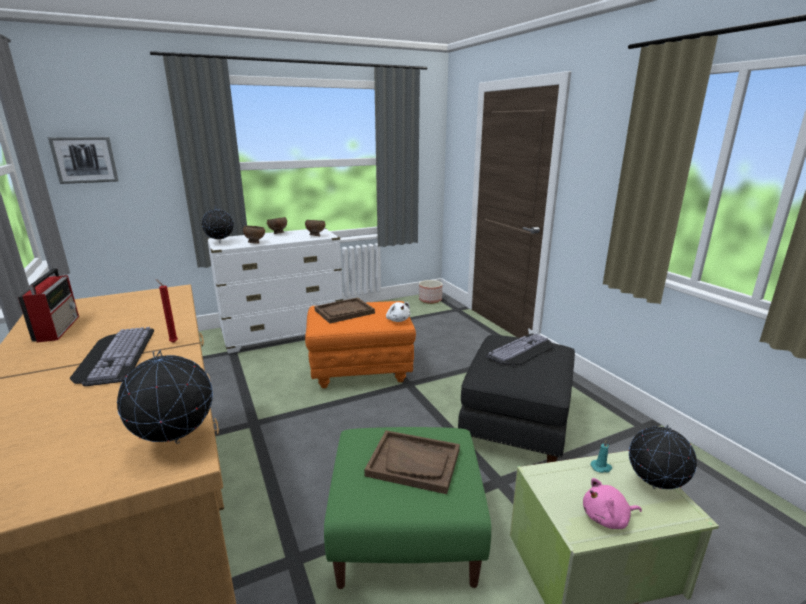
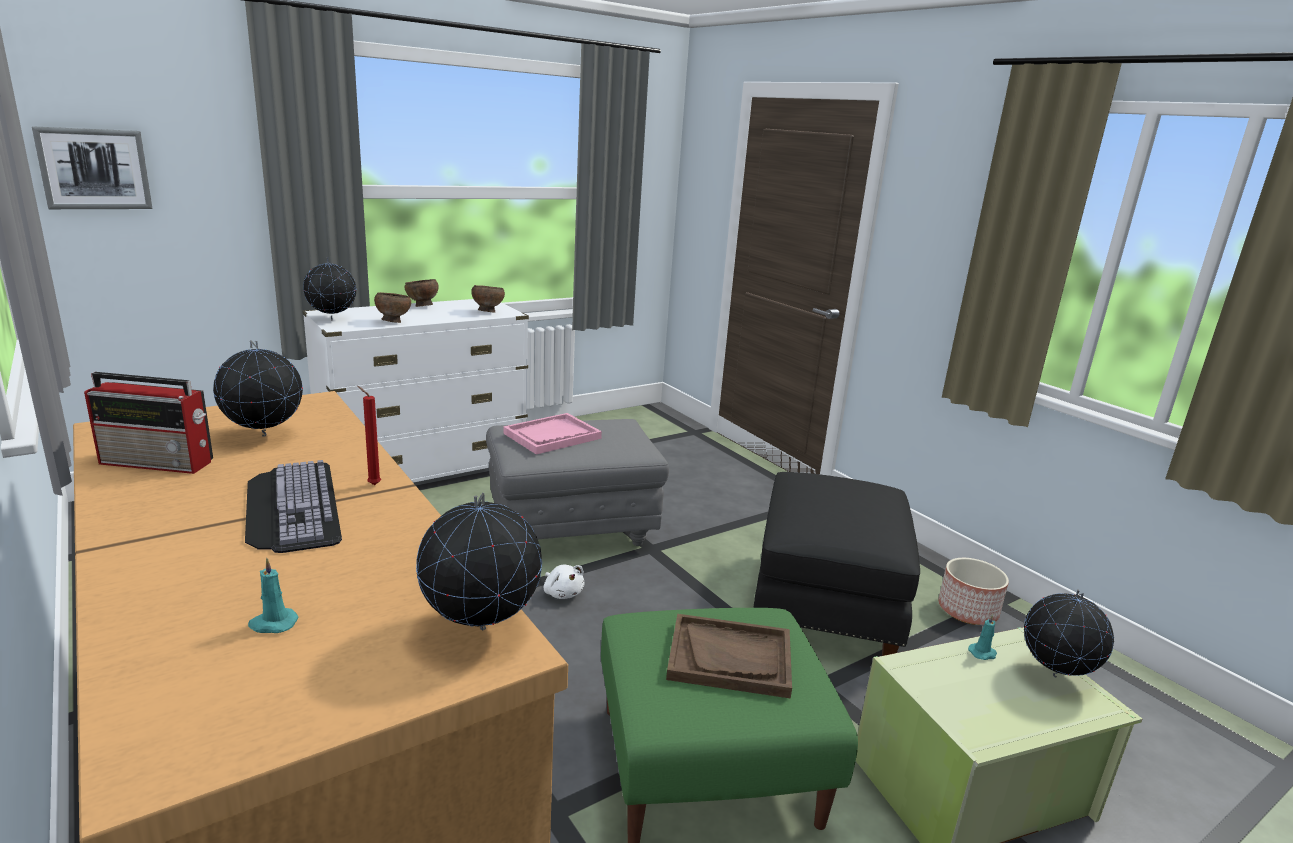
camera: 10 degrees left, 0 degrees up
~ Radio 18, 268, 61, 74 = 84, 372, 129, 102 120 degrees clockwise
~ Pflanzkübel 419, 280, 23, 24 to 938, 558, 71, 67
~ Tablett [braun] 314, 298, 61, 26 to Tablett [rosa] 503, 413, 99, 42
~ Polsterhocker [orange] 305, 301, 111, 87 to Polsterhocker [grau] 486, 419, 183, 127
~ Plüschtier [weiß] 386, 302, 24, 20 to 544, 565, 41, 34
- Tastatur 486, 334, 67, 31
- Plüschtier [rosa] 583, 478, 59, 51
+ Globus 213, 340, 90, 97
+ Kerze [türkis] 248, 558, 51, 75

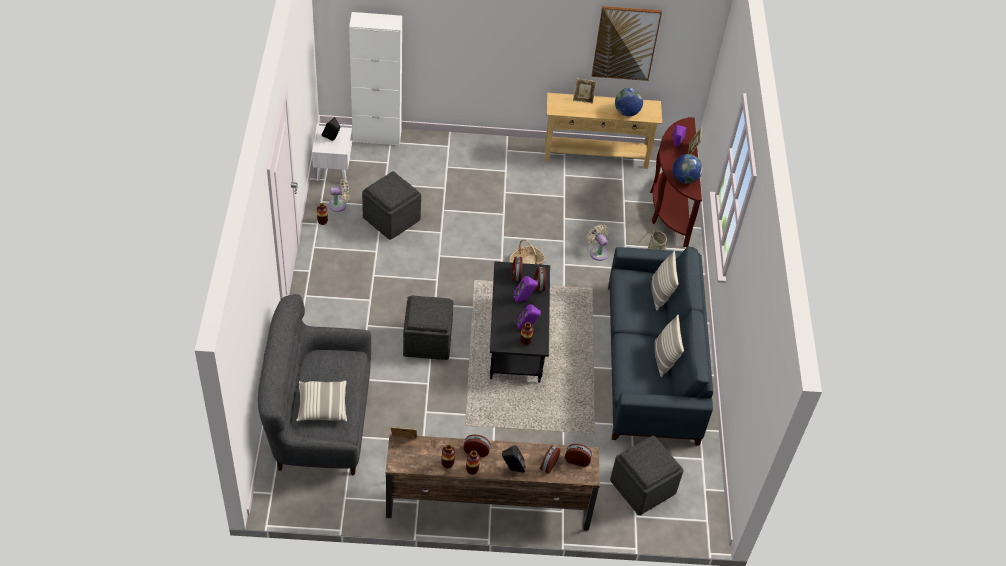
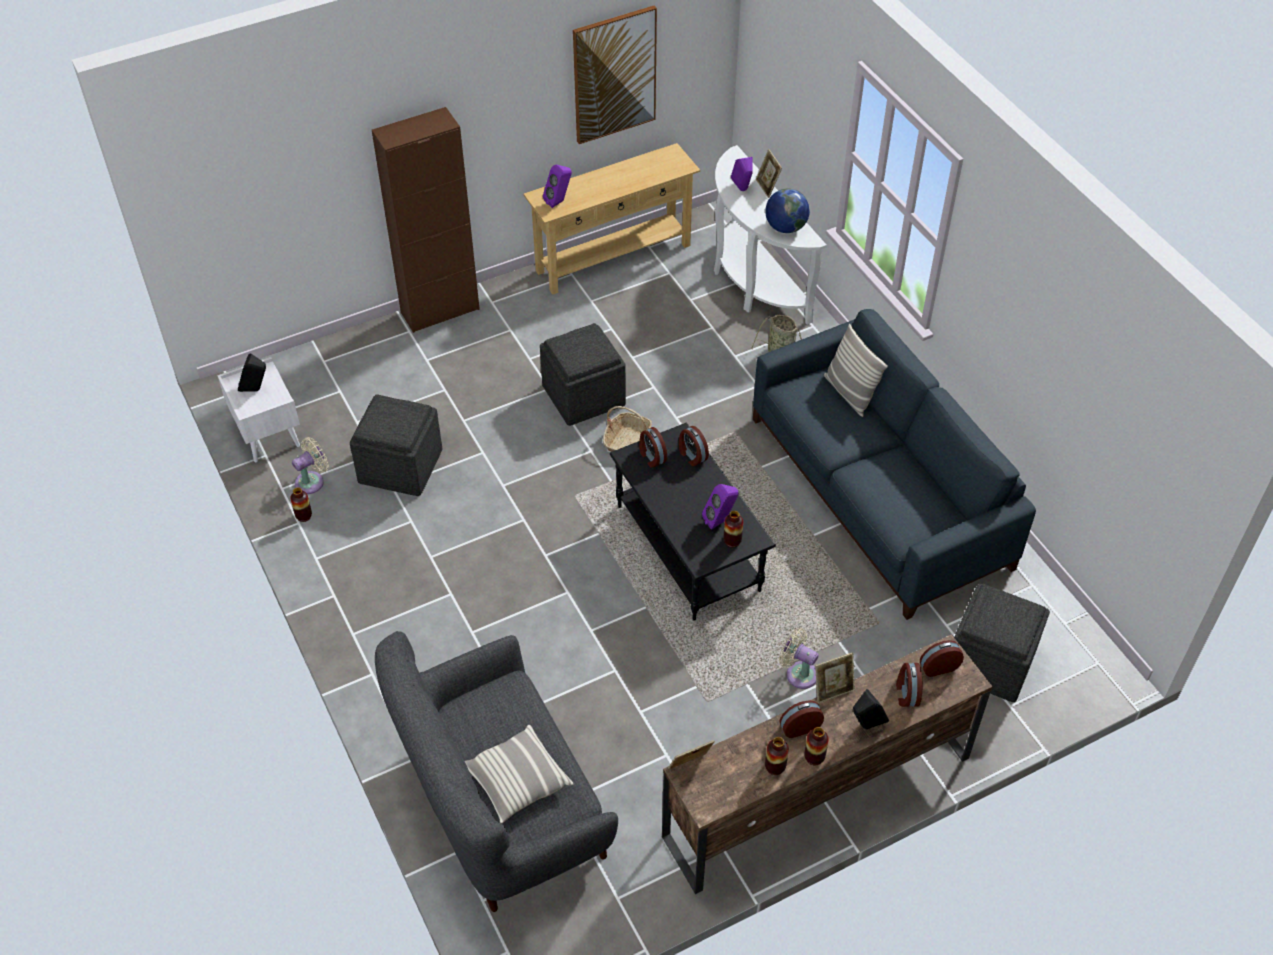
camera: 25 degrees left, 0 degrees up
- Schrank [weiß] 349, 12, 53, 134
~ Bilderrahmen 573, 78, 24, 26 to 815, 653, 40, 50
- Globus 615, 88, 28, 28
~ Konsolentisch [braun] 650, 117, 52, 130 to Konsolentisch [weiß] 714, 145, 113, 180
~ Ventilator [beige] 586, 224, 23, 37 to 779, 628, 40, 61
~ Lautsprecher [lila] 514, 276, 23, 26 to 543, 165, 29, 43
~ Polsterhocker [grau] 403, 295, 50, 65 to 540, 323, 86, 103
- Kissen 655, 315, 29, 62
+ Schrank [braun] 372, 107, 108, 226

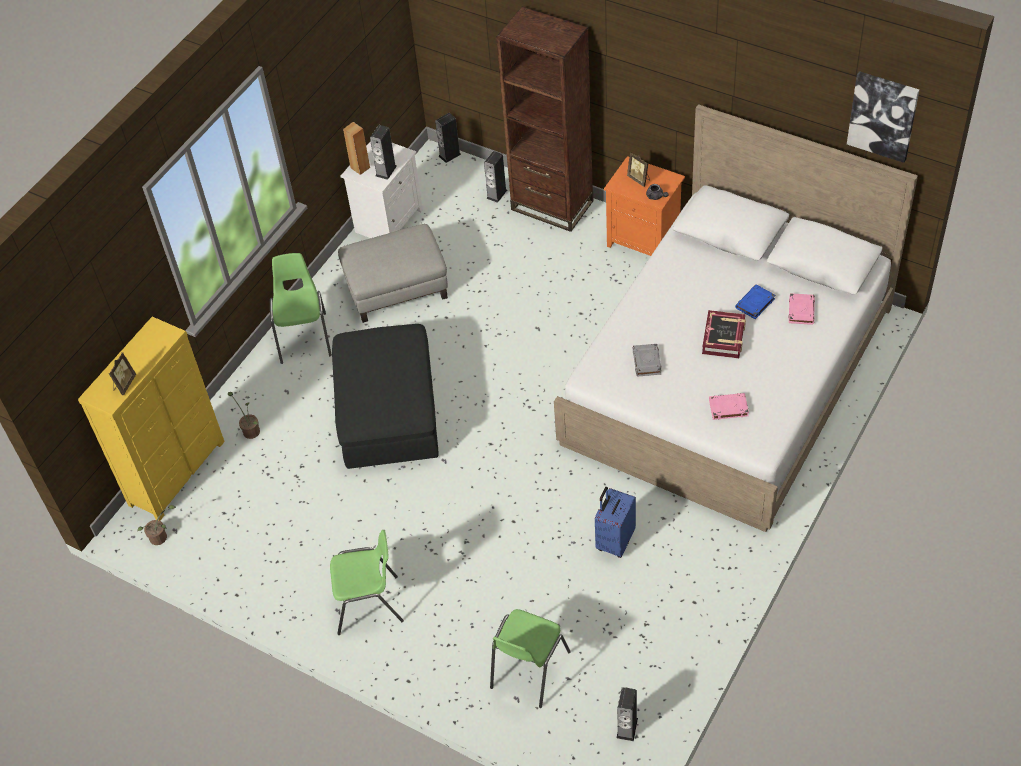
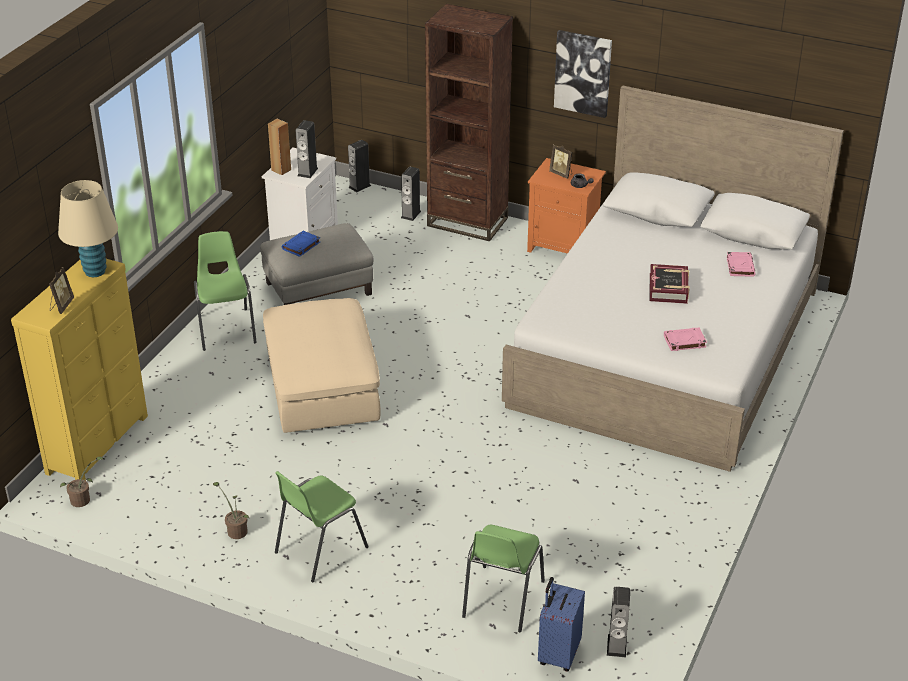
camera: 10 degrees left, 15 degrees down
~ Bild 847, 71, 72, 92 to 554, 30, 58, 88
~ Buch [blau] 735, 284, 40, 35 to 282, 231, 38, 26
~ Polsterhocker [schwarz] 332, 324, 107, 145 to Polsterhocker [beige] 263, 298, 118, 135
- Buch [grau] 632, 344, 30, 32
~ Topfpflanze 228, 392, 32, 47 to 213, 482, 36, 57
~ Koffer [blau] 595, 487, 41, 71 to 538, 577, 47, 94
~ Stuhl [grün] 330, 530, 74, 105 = 275, 471, 93, 111 150 degrees clockwise
+ Tischlampe [beige] 58, 180, 60, 97

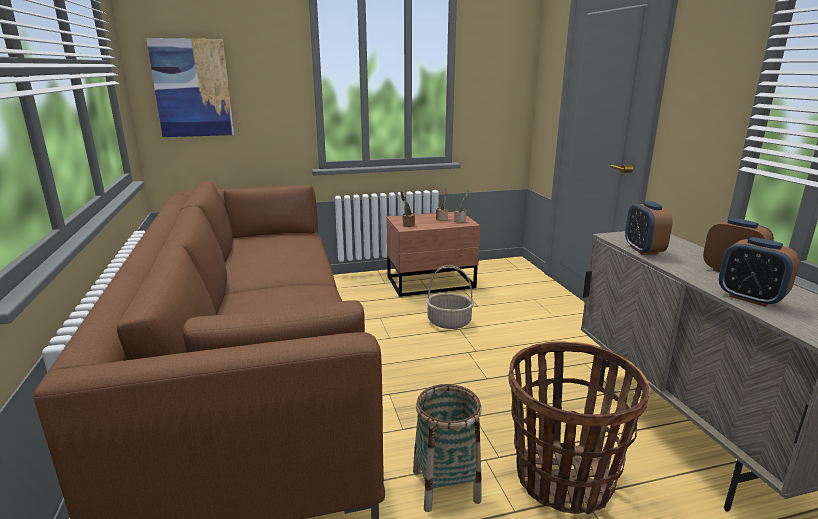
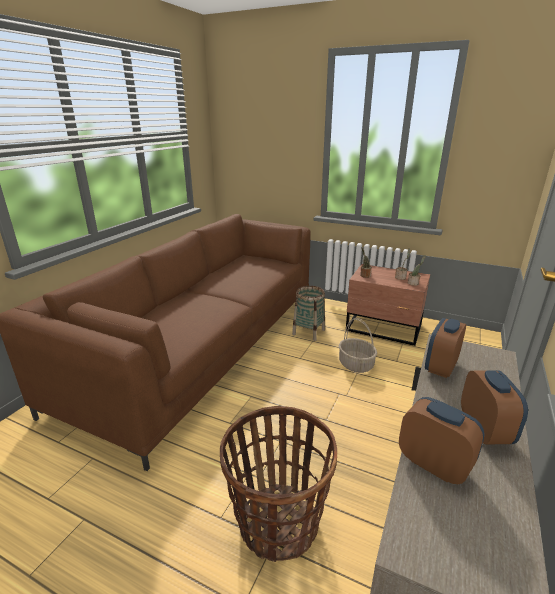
camera: 40 degrees right, 5 degrees up
- Bild 146, 38, 88, 99
~ Wecker 719, 237, 80, 70 = 399, 397, 85, 87 135 degrees clockwise
~ Korb 413, 384, 69, 128 to 292, 286, 33, 55

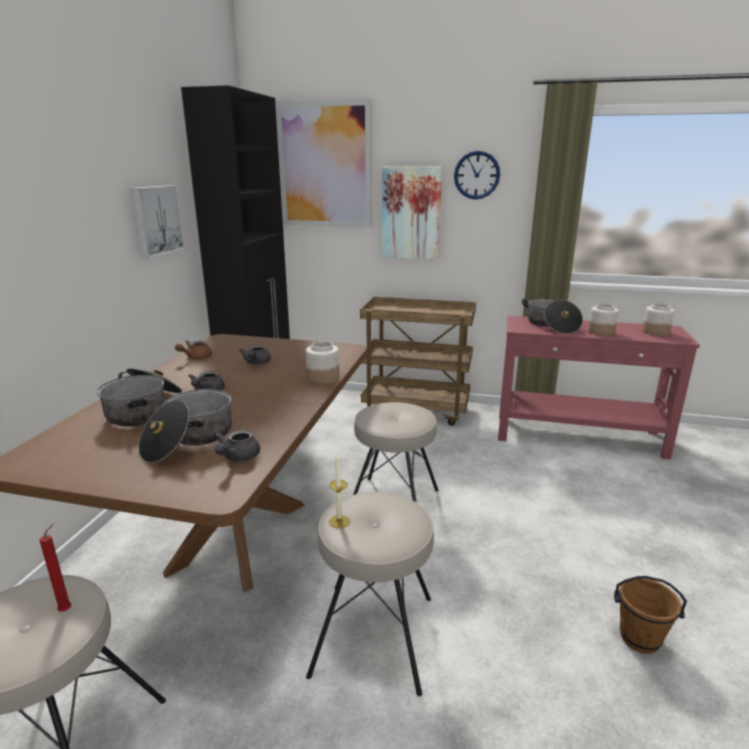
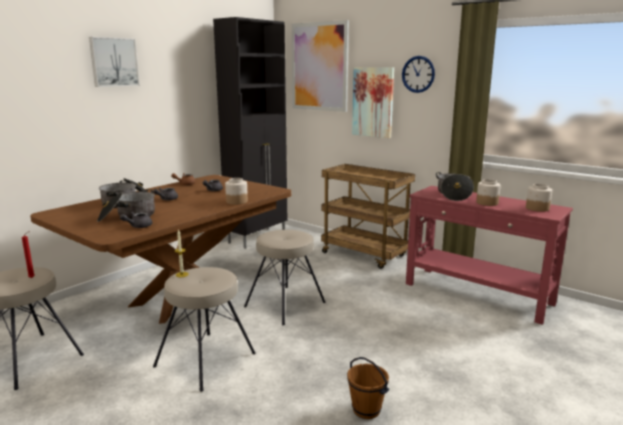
camera: 25 degrees right, 5 degrees down
~ Bild 130, 185, 56, 74 to 89, 37, 51, 50

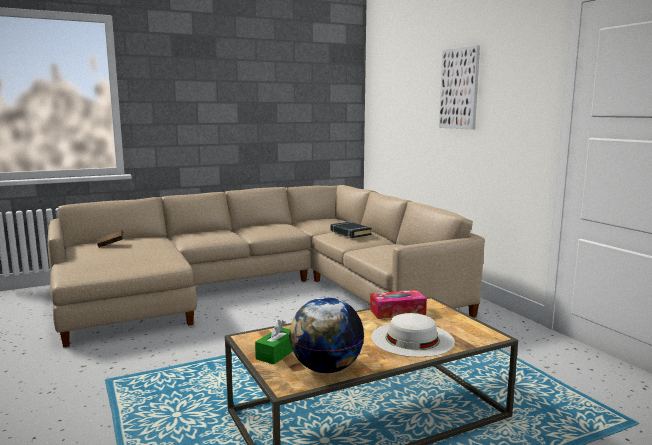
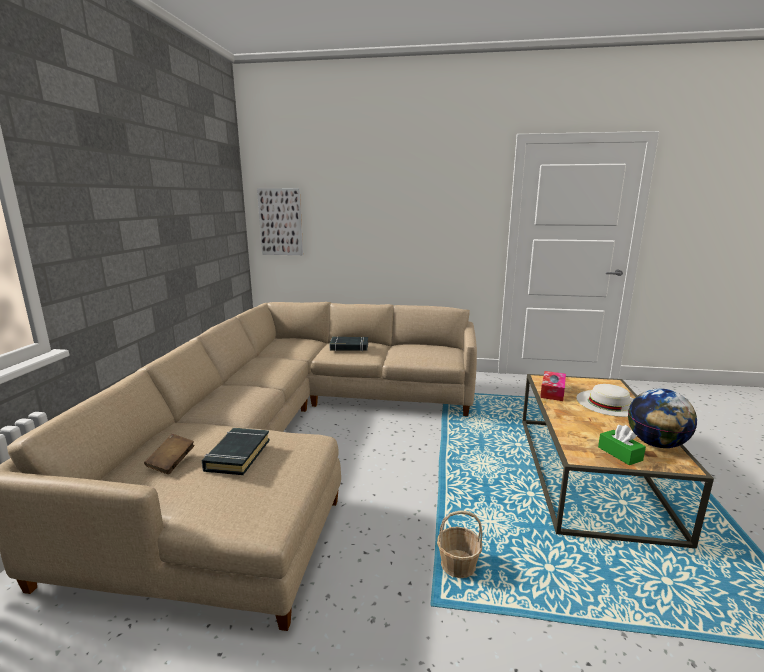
camera: 55 degrees left, 5 degrees up
~ Bild 439, 45, 41, 84 to 257, 188, 46, 67
+ Buch [schwarz] 202, 428, 68, 47
+ Korb 437, 510, 45, 68

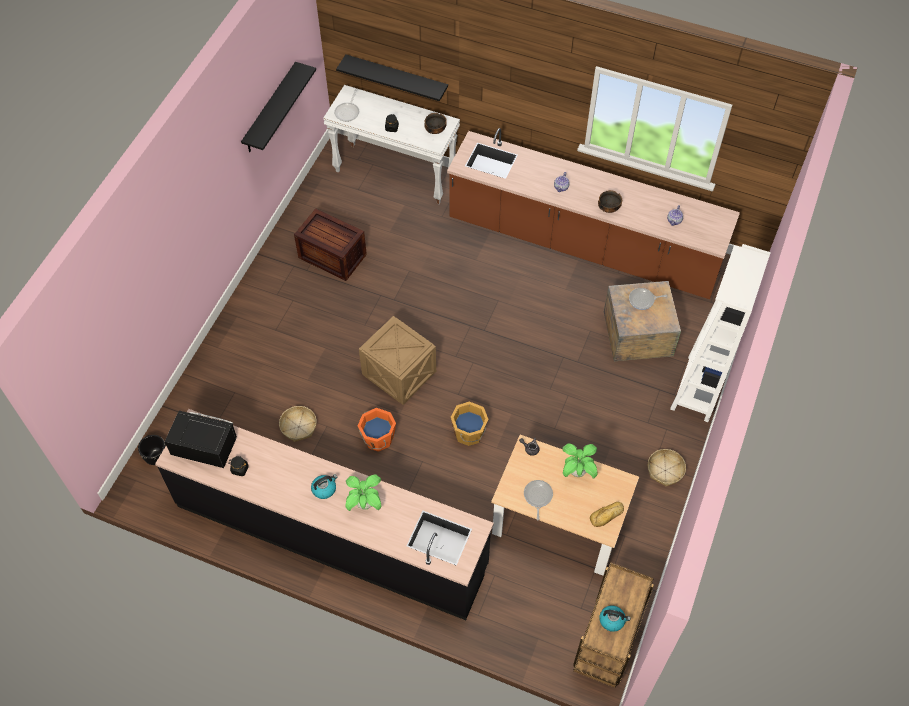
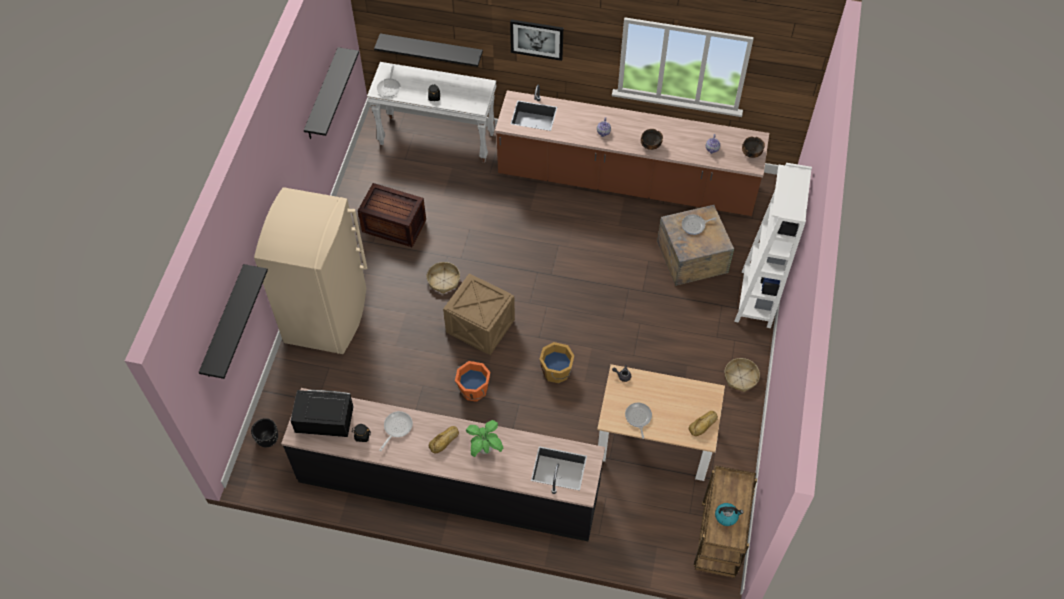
camera: 10 degrees left, 0 degrees up
~ Schüssel 424, 113, 23, 21 to 742, 136, 23, 22
~ Korb 279, 406, 38, 36 to 427, 262, 33, 32
- Topfpflanze 562, 444, 36, 35
~ Wasserkessel 311, 474, 26, 25 to Brot 429, 426, 30, 27
+ Bild 510, 20, 53, 41
+ Kühlschrank [beige] 254, 187, 113, 167
+ Wandregal [schwarz] 199, 264, 69, 115
+ Pfanne 379, 411, 34, 40

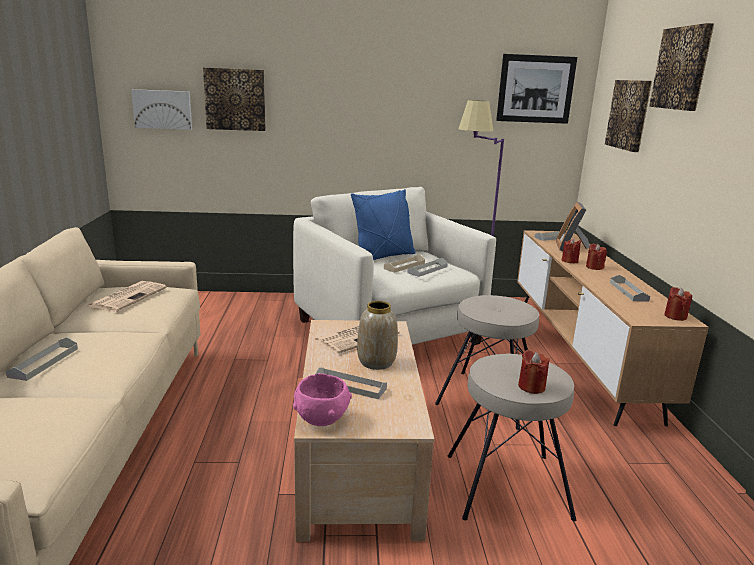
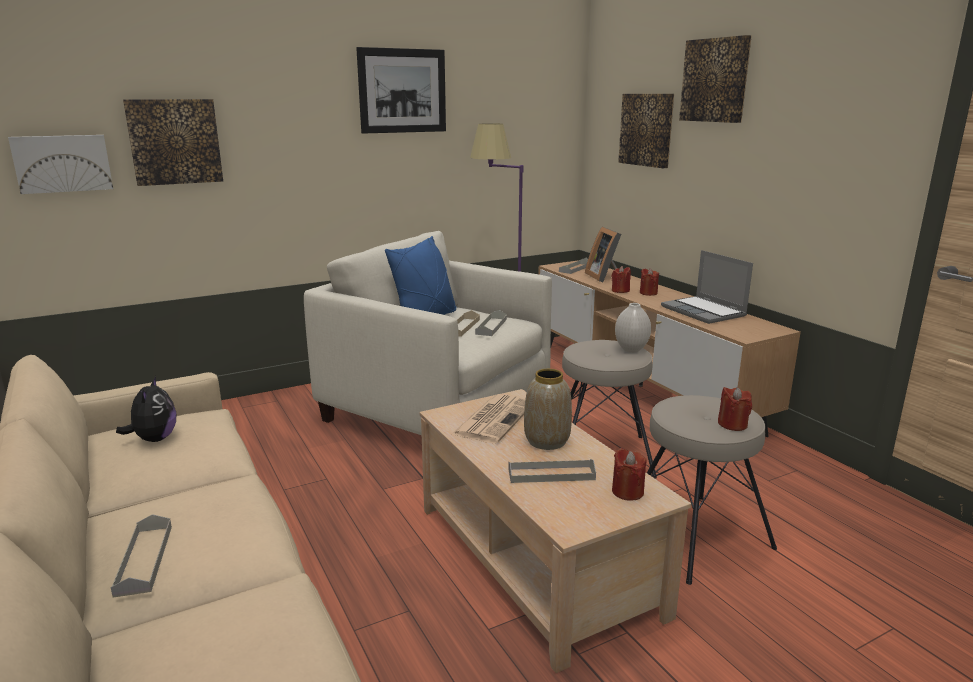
camera: 25 degrees left, 0 degrees up
~ Bild 496, 54, 81, 70 to 356, 47, 90, 87
~ Tablett [grau] 610, 275, 40, 27 to Laptop 661, 250, 92, 74
~ Zeitung 86, 281, 81, 31 to Plüschtier 116, 376, 61, 66
~ Kerze [rot] 664, 287, 28, 34 to 612, 448, 35, 53
- Schüssel [rosa] 293, 373, 59, 53
+ Vase [weiß] 615, 303, 36, 50

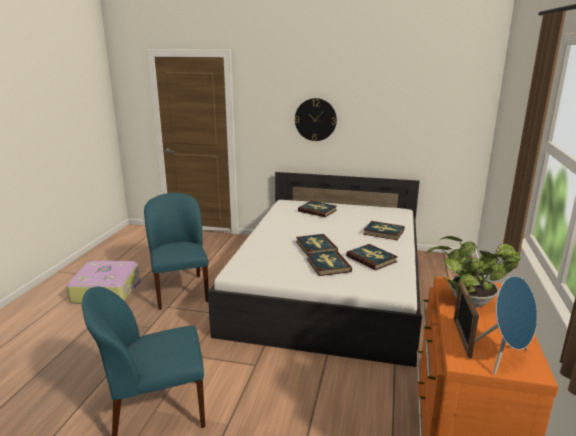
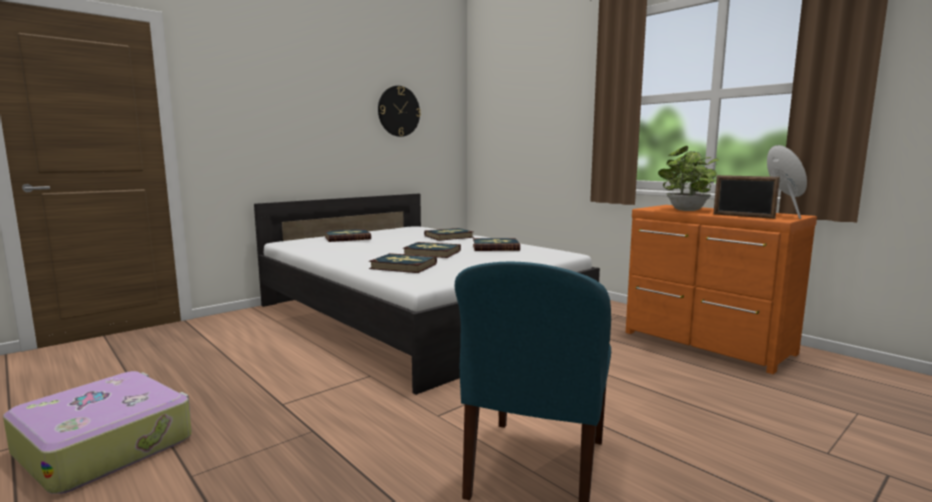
camera: 55 degrees left, 10 degrees down
~ Wanduhr 295, 98, 42, 43 to 378, 86, 43, 51
- Stuhl [blau] 144, 193, 65, 117
~ Buch 307, 250, 45, 26 to 369, 253, 68, 20

